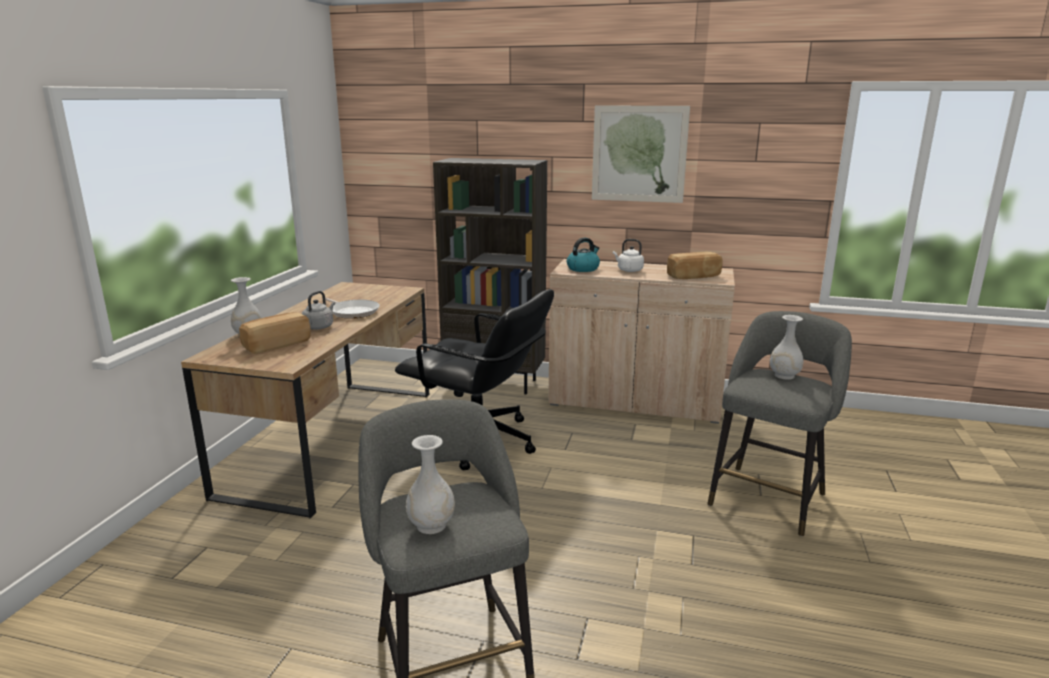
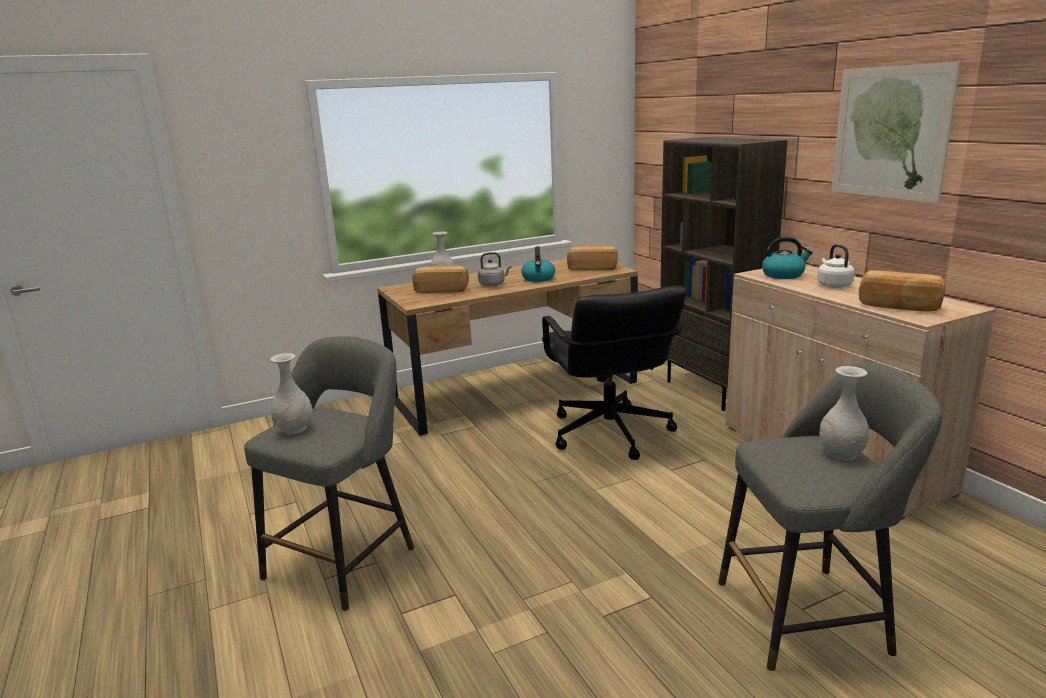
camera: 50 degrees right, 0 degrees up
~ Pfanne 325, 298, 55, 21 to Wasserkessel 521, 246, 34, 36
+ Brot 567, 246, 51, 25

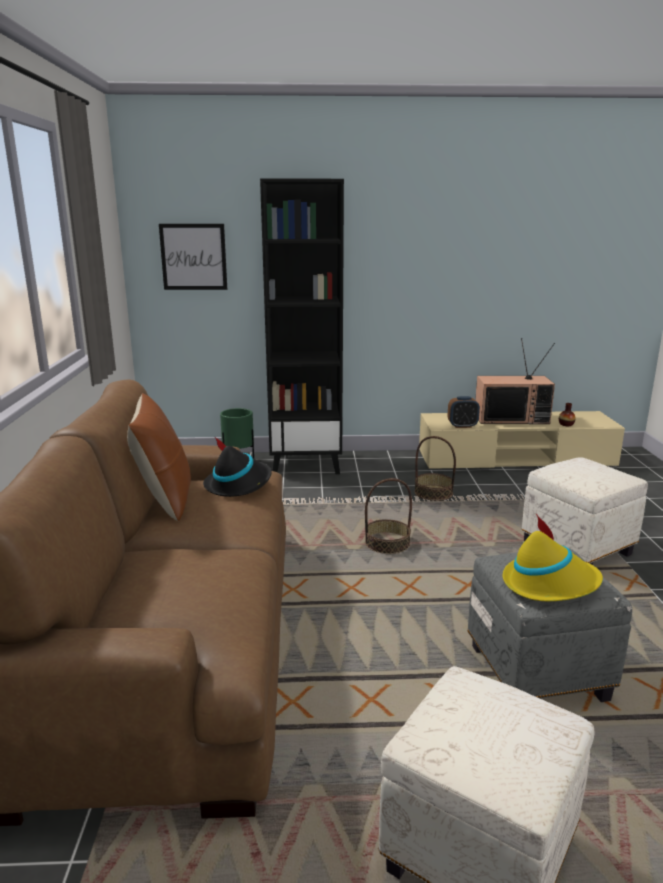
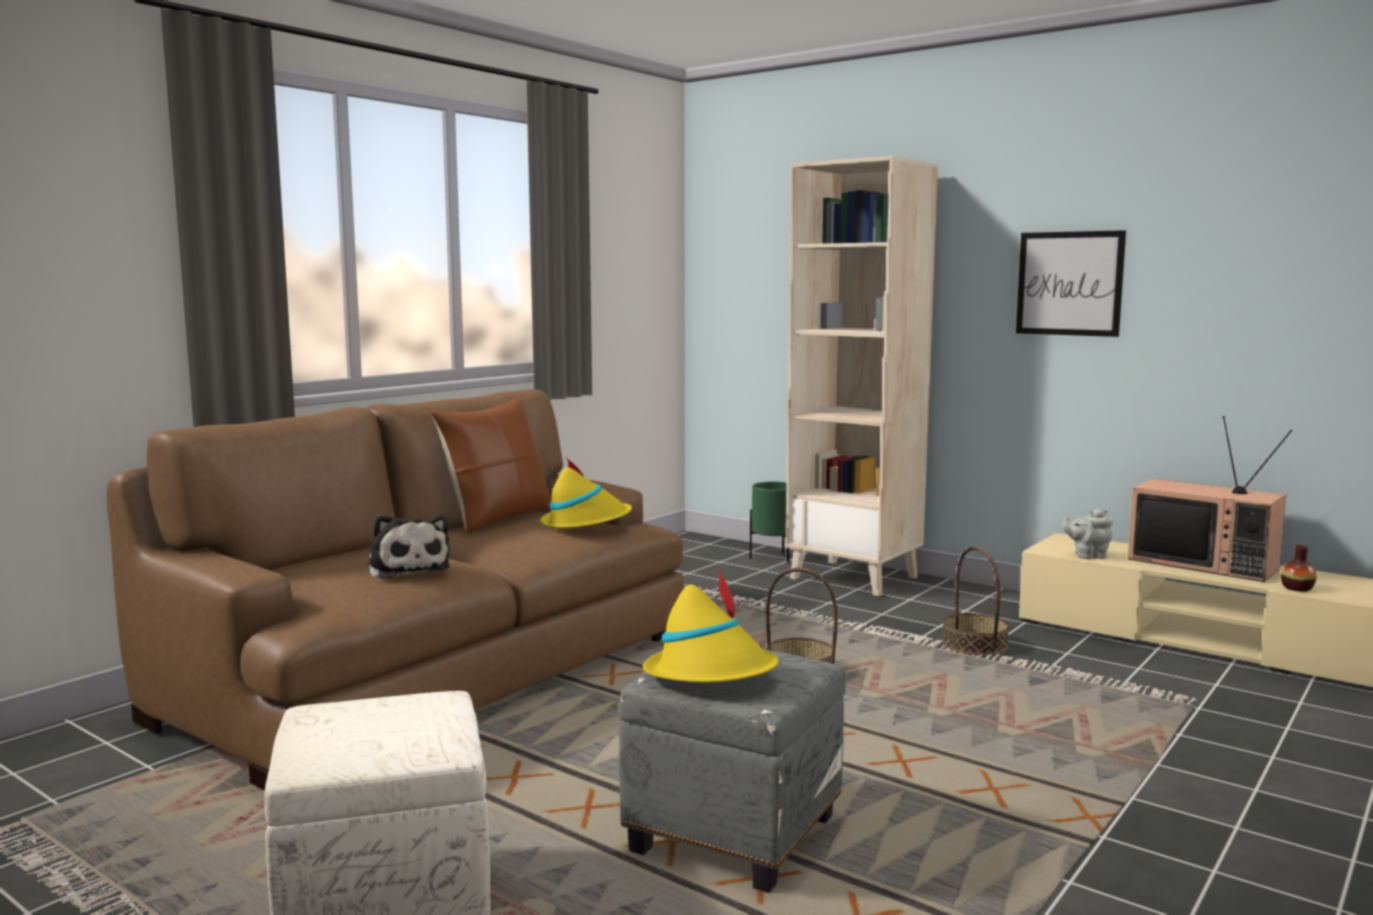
camera: 40 degrees right, 10 degrees down
~ Bücherregal [schwarz] 260, 178, 84, 296 to Bücherregal [beige] 785, 156, 153, 440
~ Bild 159, 224, 68, 66 to 1016, 230, 110, 107
~ Wecker 448, 396, 32, 32 to Teekanne [grau] 1062, 509, 51, 50
~ Hut [schwarz] 203, 436, 69, 61 to Hut [gelb] 540, 456, 92, 73
- Polsterhocker [weiß] 522, 457, 126, 108
+ Plüschtier 367, 515, 83, 64

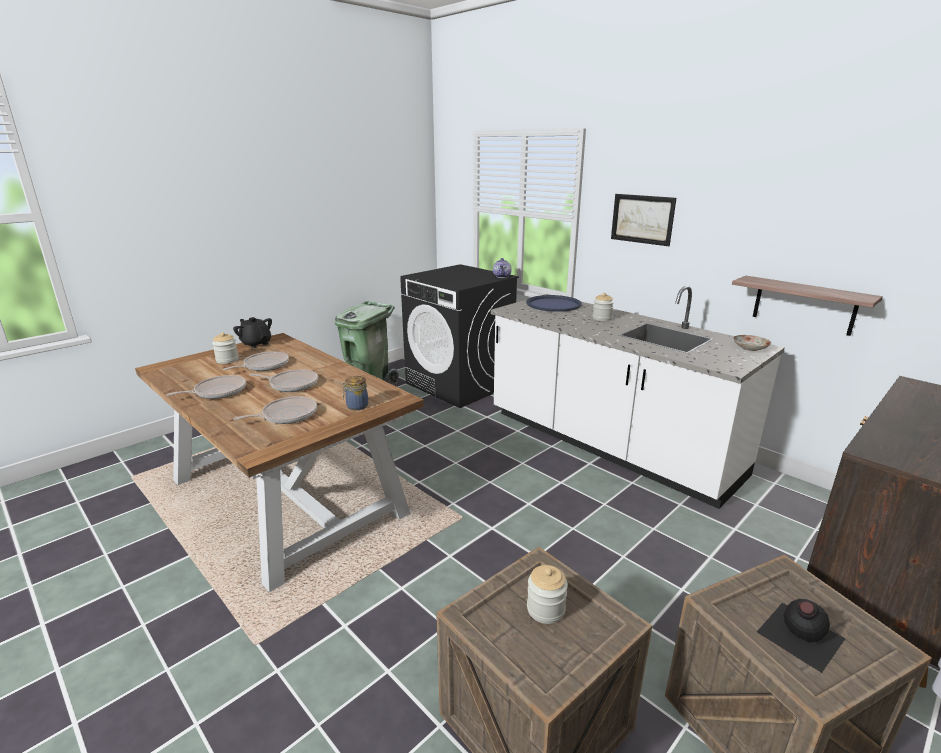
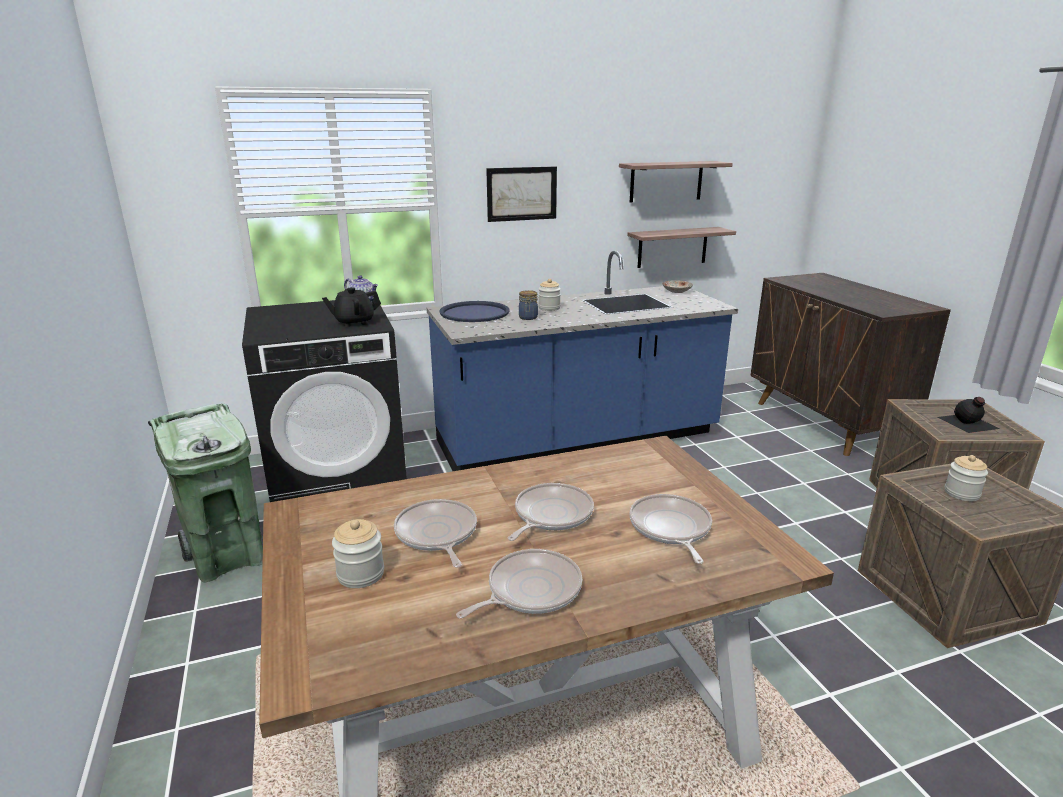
camera: 65 degrees left, 0 degrees up
~ Küchenzeile [weiß] 491, 286, 294, 223 to Küchenzeile [blau] 427, 251, 311, 220
~ Teekanne [schwarz] 233, 317, 39, 31 to 322, 287, 59, 40
~ Pfanne 166, 375, 80, 24 = 456, 549, 126, 69 60 degrees clockwise
~ Vorratsglas 342, 376, 26, 34 to 519, 290, 19, 30
+ Wandregal 619, 161, 114, 42

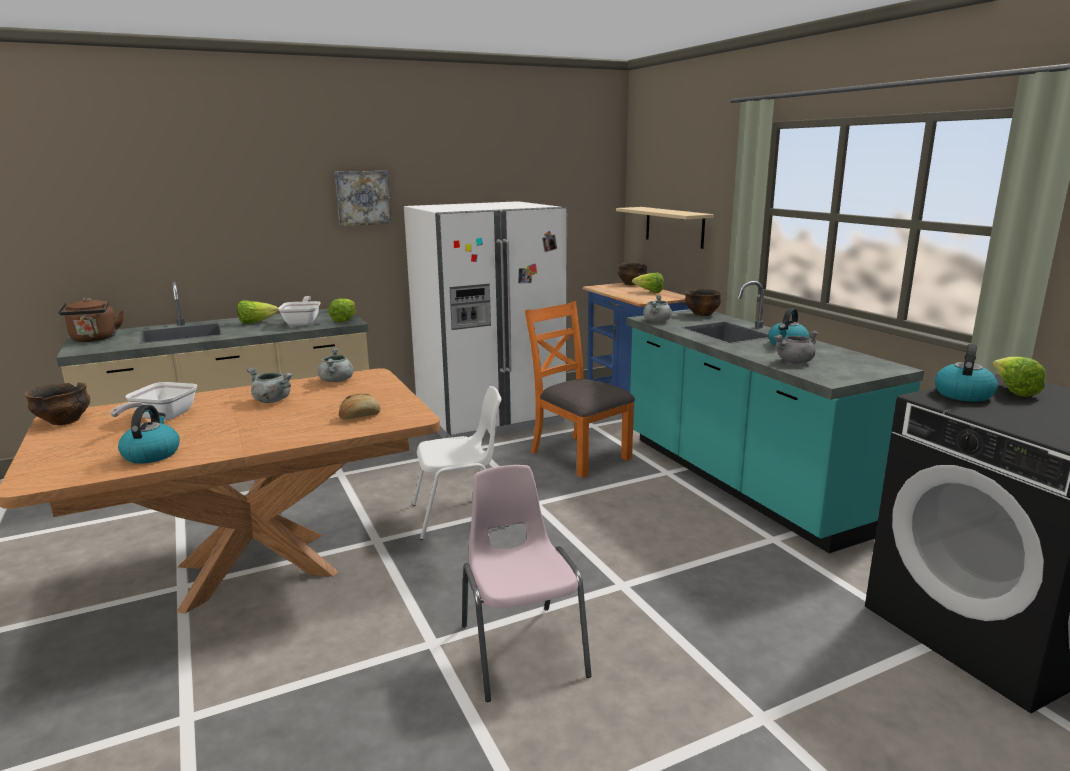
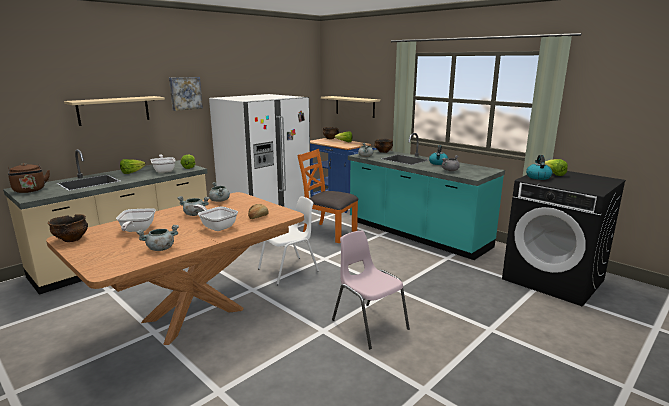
camera: 20 degrees left, 0 degrees up
~ Wasserkessel 118, 405, 62, 59 to Kochtopf [grau] 136, 225, 43, 26
+ Wandregal [beige] 64, 96, 101, 30
+ Pfanne 193, 205, 45, 26

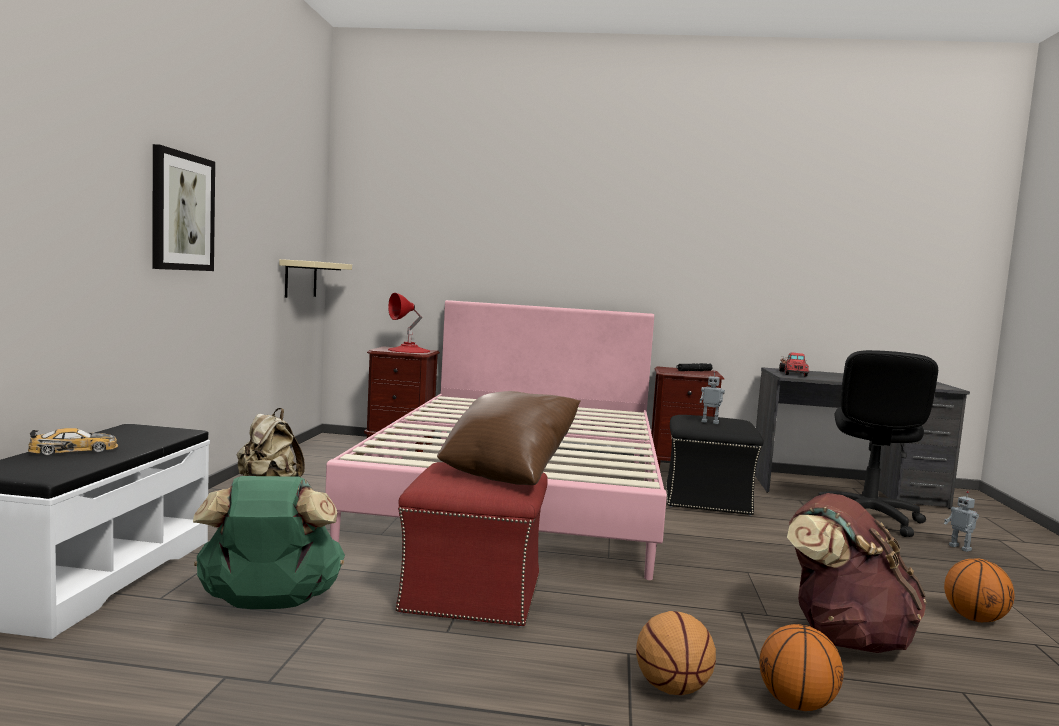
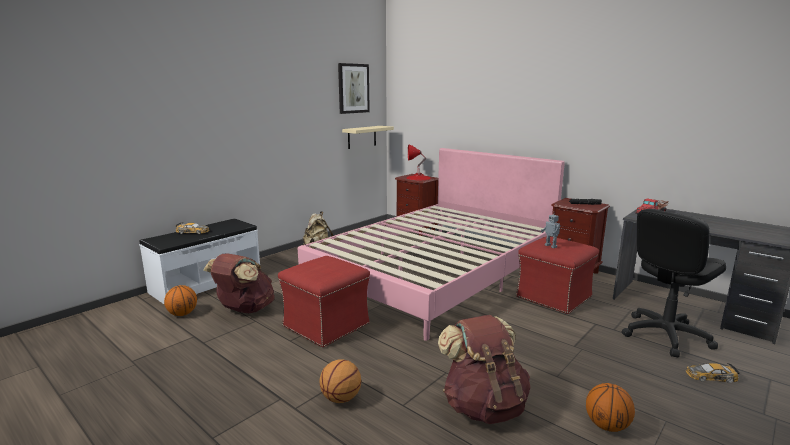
camera: 35 degrees right, 10 degrees up
~ Bild 152, 144, 63, 127 to 338, 63, 32, 51
- Kissen [braun] 437, 391, 144, 94
~ Polsterhocker [schwarz] 666, 415, 98, 101 to Polsterhocker [rot] 516, 236, 83, 78
~ Rucksack [grün] 193, 476, 152, 133 to Rucksack [braun] 203, 253, 72, 60
~ Spielzeugroboter 944, 491, 35, 61 to Spielzeugauto 686, 363, 53, 20
~ Basketball 760, 624, 84, 87 to 164, 285, 33, 31

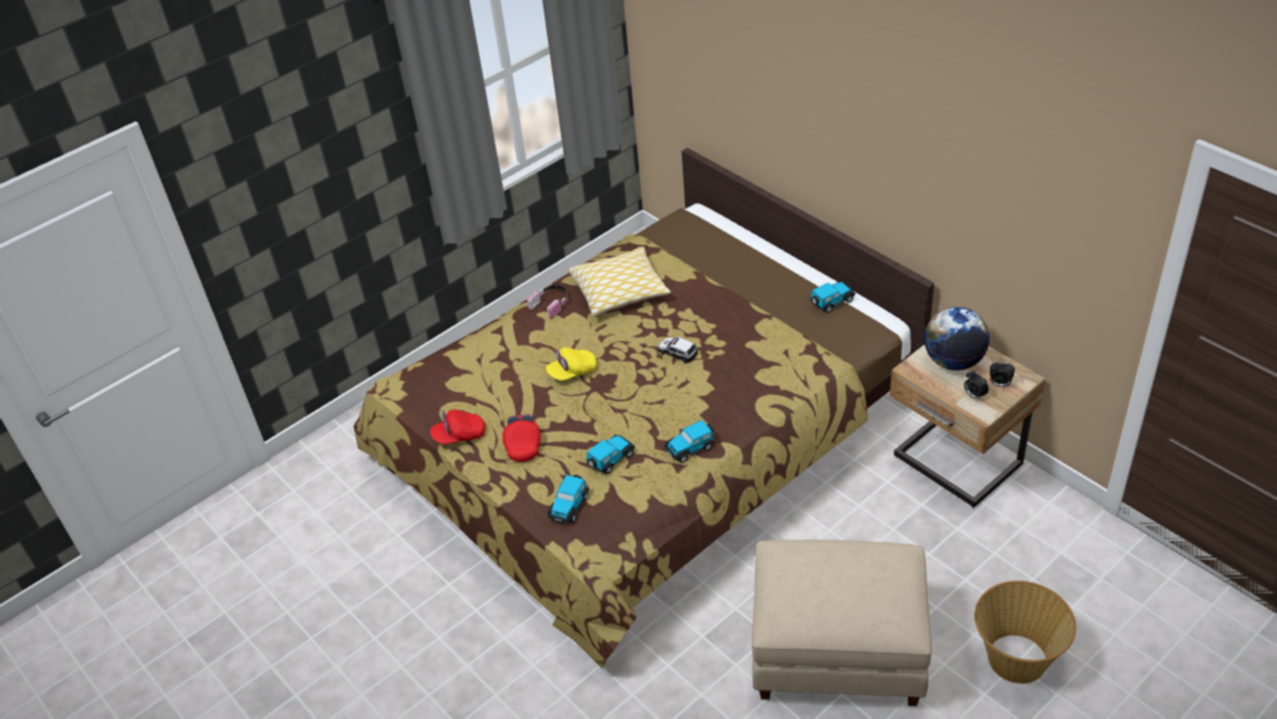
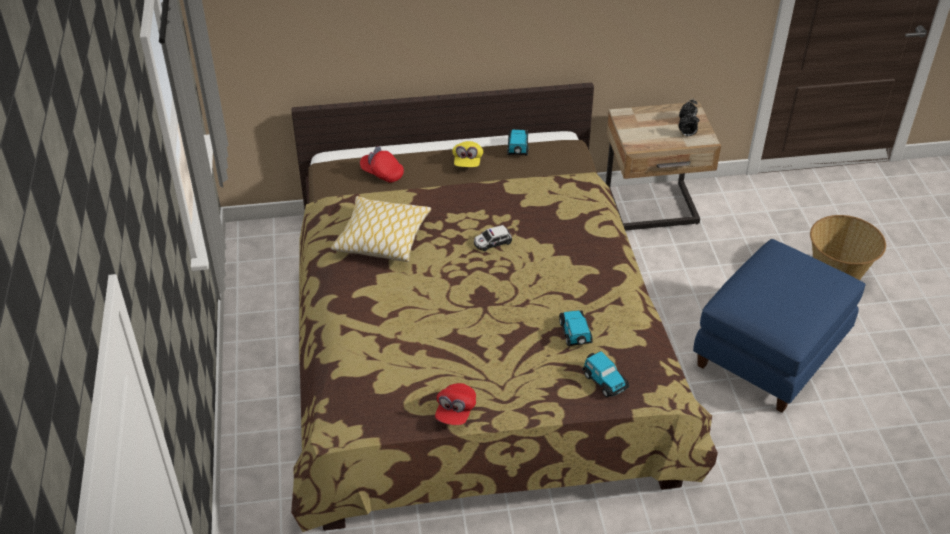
camera: 60 degrees left, 0 degrees up
- Kopfhörer 527, 284, 41, 34
- Globus 924, 307, 66, 63
~ Kappe [gelb] 546, 347, 51, 34 to 452, 141, 31, 26
~ Kappe [rot] 502, 414, 39, 48 to 360, 146, 44, 37
- Spielzeugauto 664, 420, 51, 43
~ Polsterhocker [beige] 752, 540, 180, 166 to Polsterhocker [blau] 693, 239, 173, 174

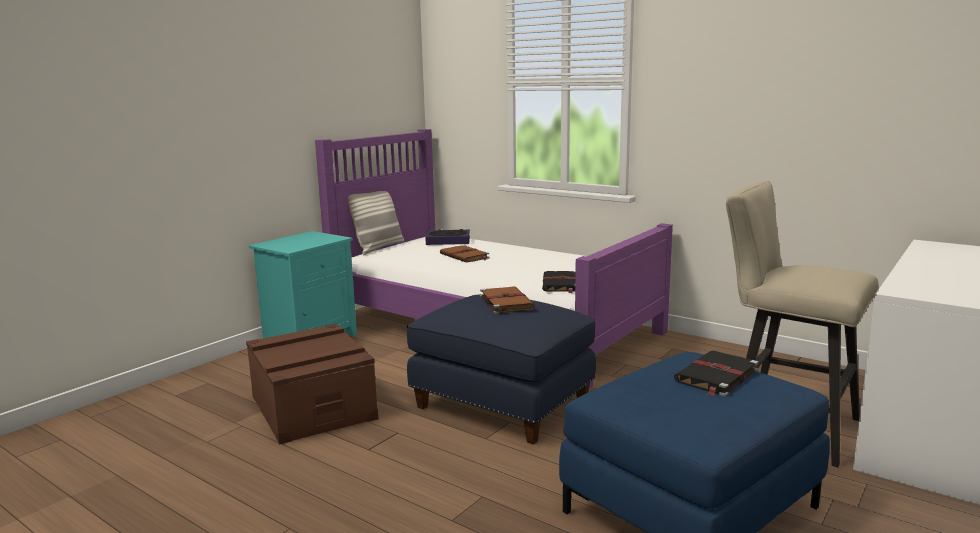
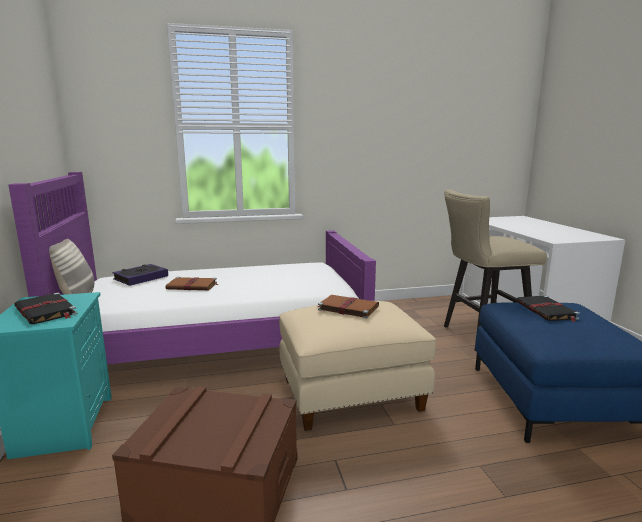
camera: 50 degrees left, 0 degrees up
~ Buch [schwarz] 542, 271, 34, 22 to 14, 292, 64, 32
~ Polsterhocker [blau] 407, 294, 189, 150 to Polsterhocker [beige] 279, 301, 157, 130

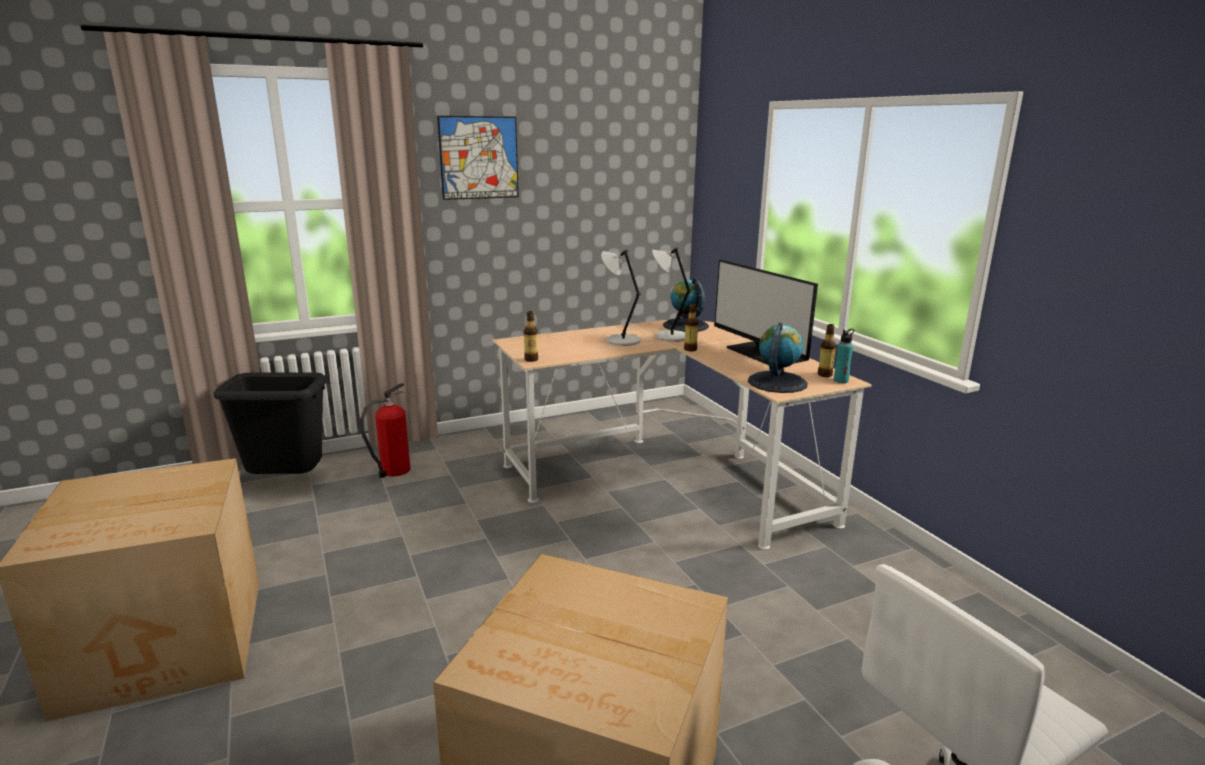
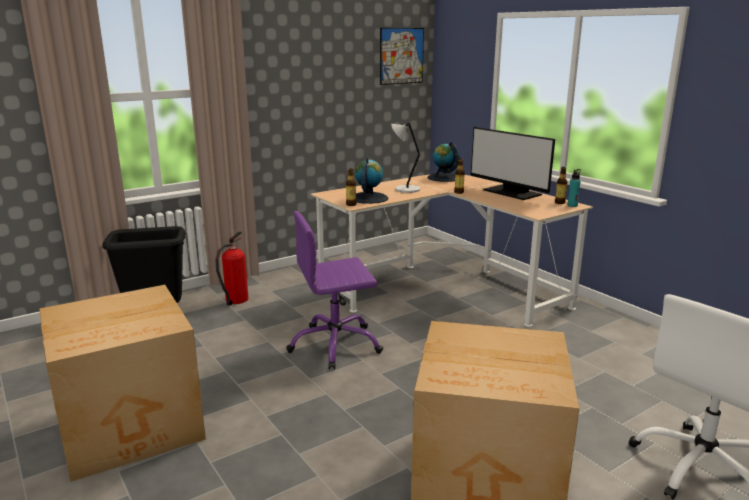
camera: 10 degrees left, 0 degrees up
~ Bild 437, 116, 82, 84 to 380, 28, 44, 57
- Tischlampe [grau] 652, 247, 39, 95
~ Globus 748, 322, 60, 71 to 355, 158, 33, 46
+ Bürostuhl [lila] 286, 211, 97, 158

